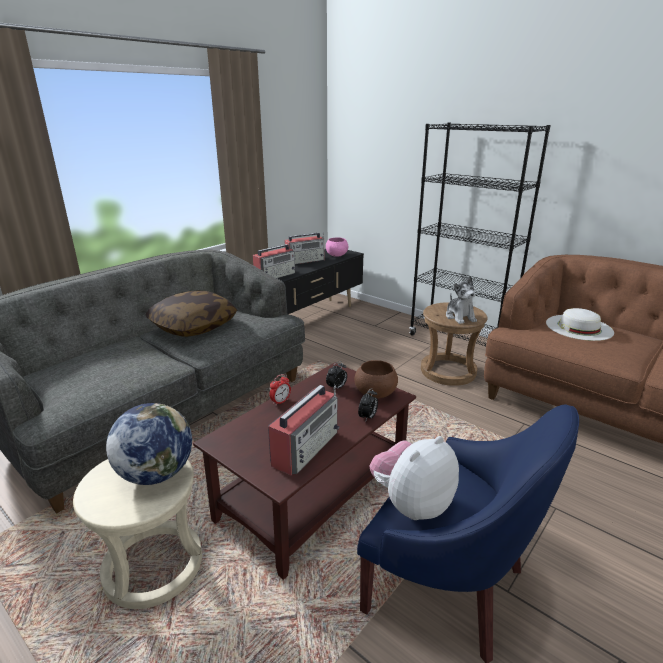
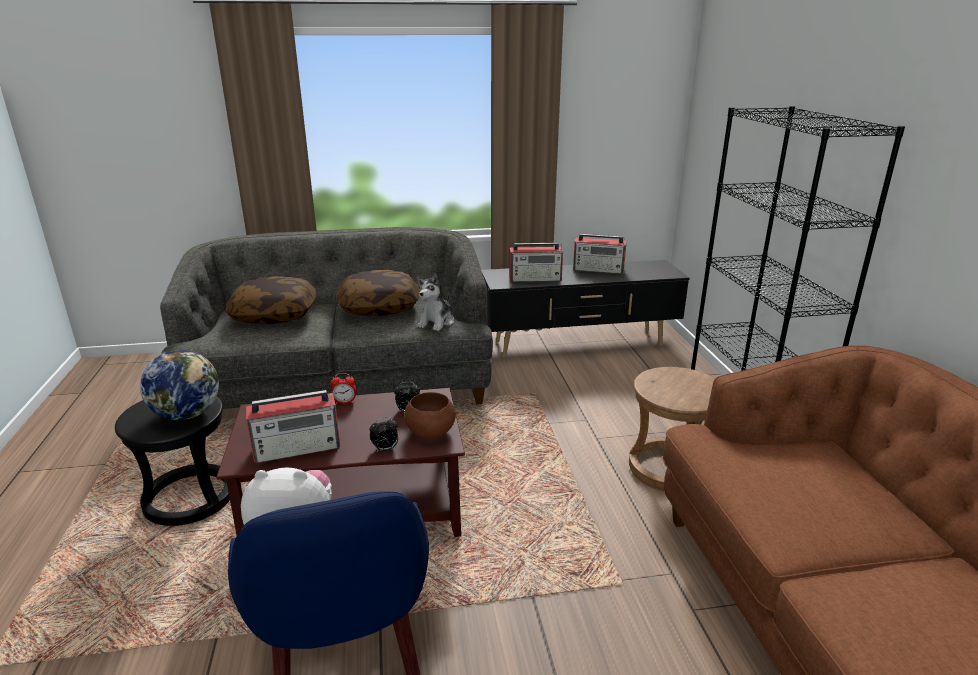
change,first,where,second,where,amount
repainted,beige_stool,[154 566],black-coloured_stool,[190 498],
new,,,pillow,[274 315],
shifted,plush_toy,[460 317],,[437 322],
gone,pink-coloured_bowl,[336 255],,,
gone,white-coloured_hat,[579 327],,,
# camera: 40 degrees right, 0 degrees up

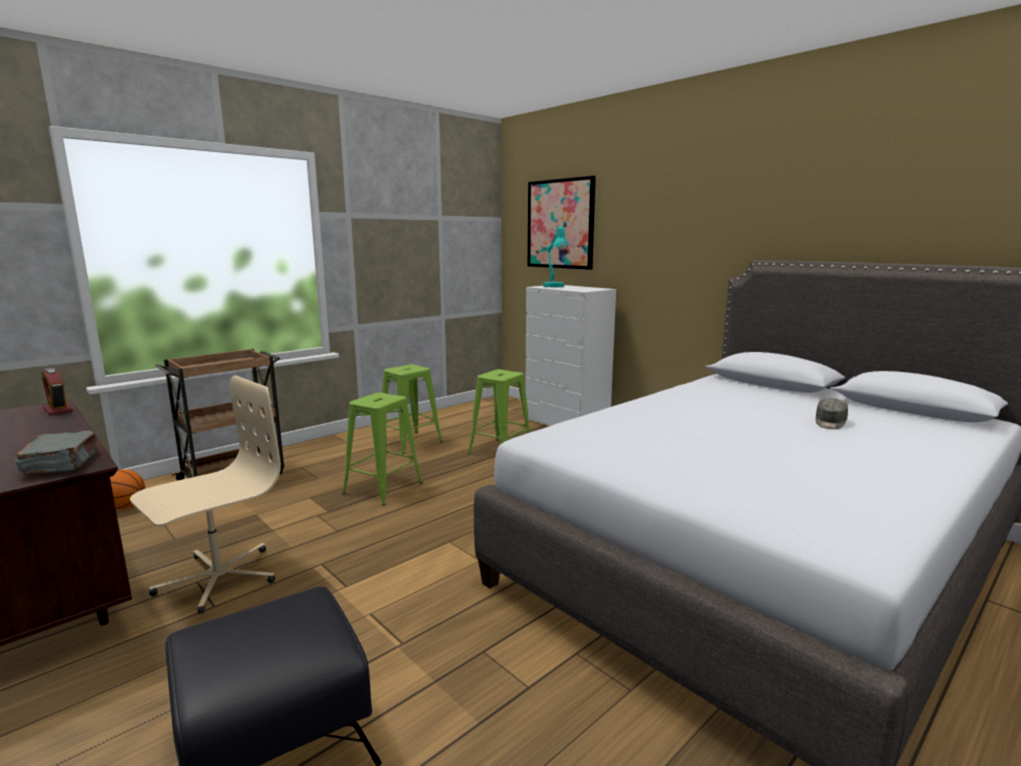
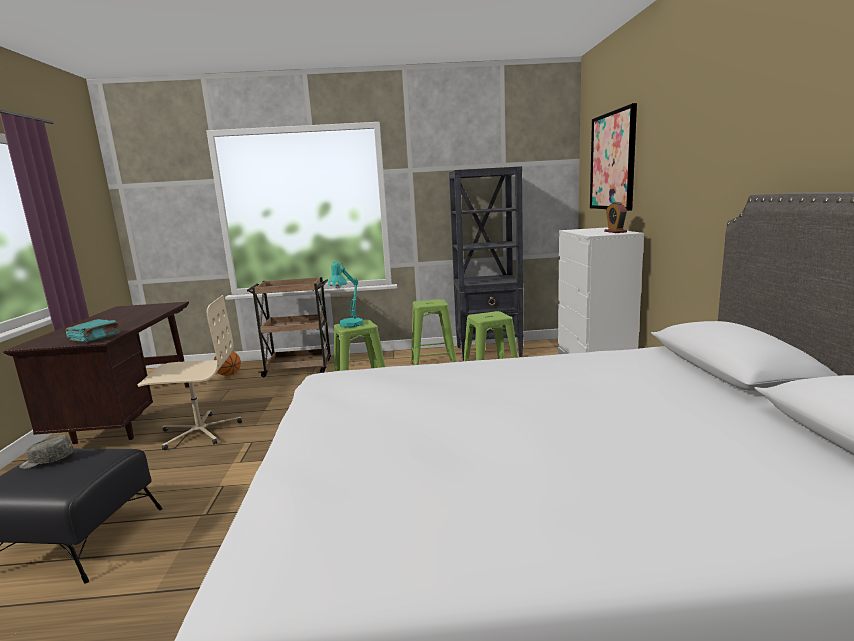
change,first,where,second,where,amount
shifted,grey_baseball_cap,[830 423],,[47 461],
repainted,grey_book,[63 464],turquoise_book,[96 338],
shifted,turquoise_table_lamp,[555 286],,[348 325],
new,,,black-coloured_bookshelf,[489 352],
shifted,table_clock,[58 410],,[615 232],
# camera: 40 degrees right, 0 degrees up

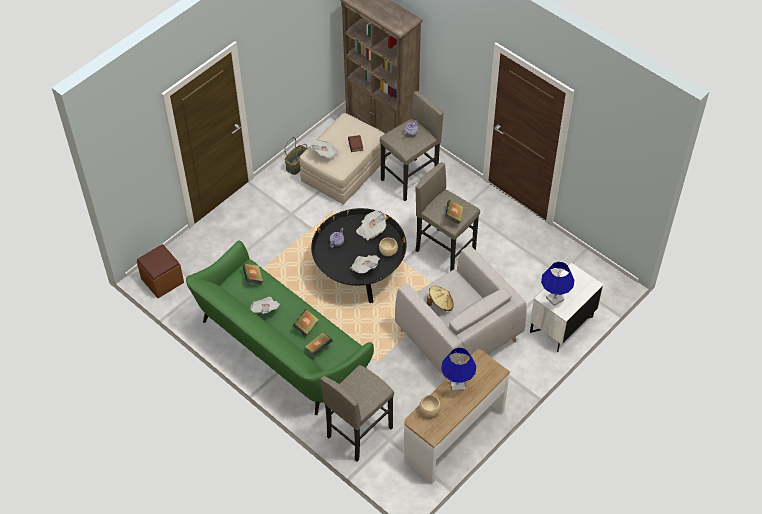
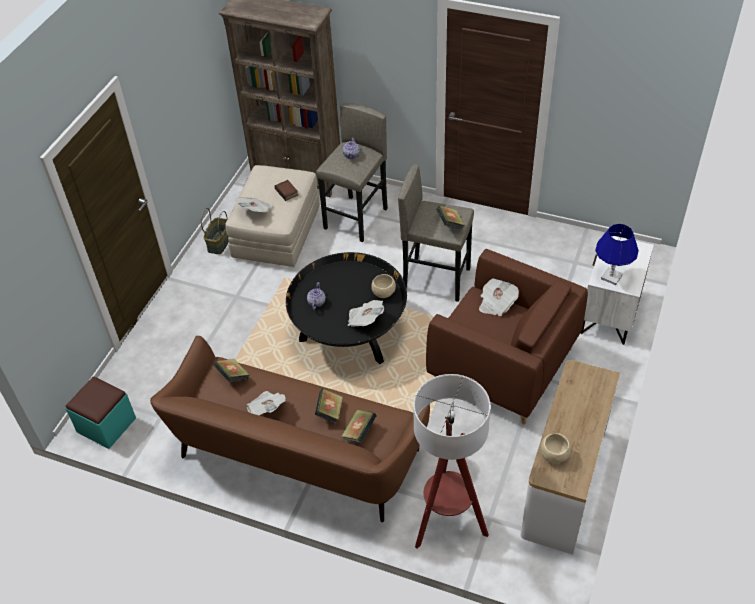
change,first,where,second,where,amount
repainted,brown_ottoman,[162 280],turquoise_ottoman,[106 425],
repainted,green-coloured_couch,[280 348],brown_couch,[296 454],
swapped,grey_stool,[359 432],standing_lamp,[447 523],
repainted,grey_easy_chair,[458 336],brown_easy_chair,[503 365],
shifted,newspaper,[371 230],,[496 303],
gone,beige_hat,[440 303],,,
gone,blue-coloured_table_lamp,[457 384],,,
# camera: 20 degrees left, 5 degrees down

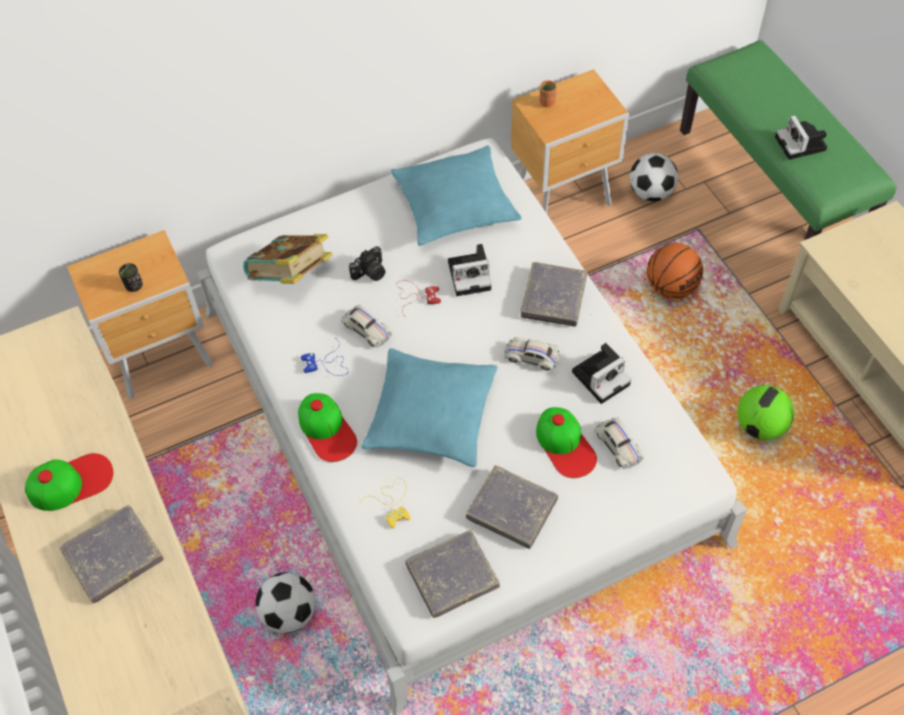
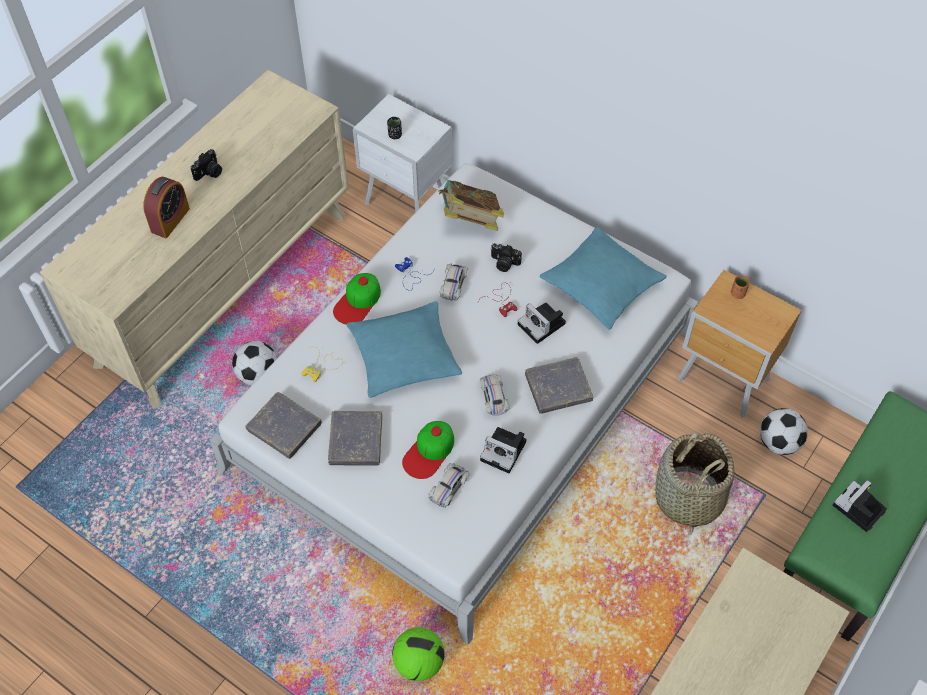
change,first,where,second,where,amount
swapped,grey_book,[113 556],table_clock,[170 220],
swapped,baseball_cap,[71 482],still_camera,[209 173],
repainted,brown_night_table,[164 360],white-coloured_night_table,[407 206],
shifted,football_ball,[760 425],,[419 662],
swapped,basketball,[671 287],basket,[688 498],
# camera: 60 degrees right, 0 degrees up

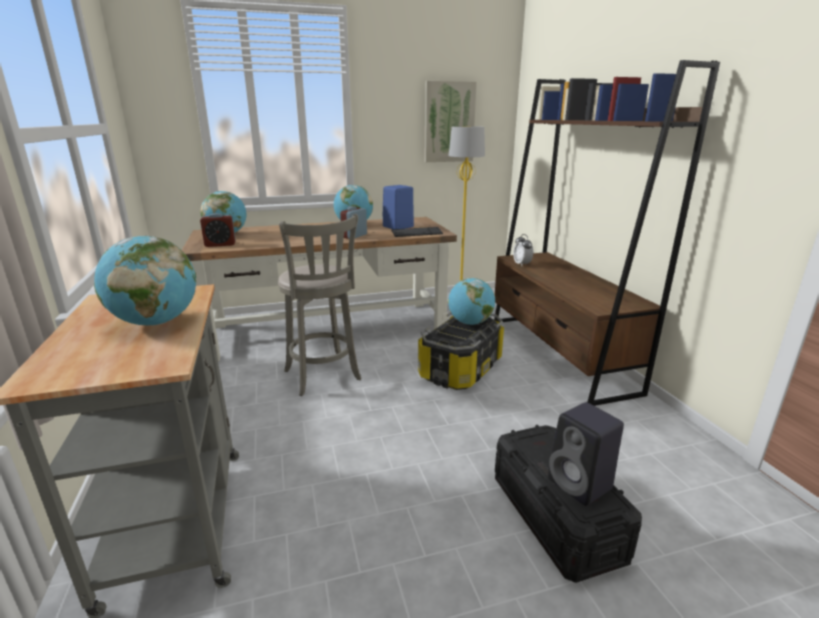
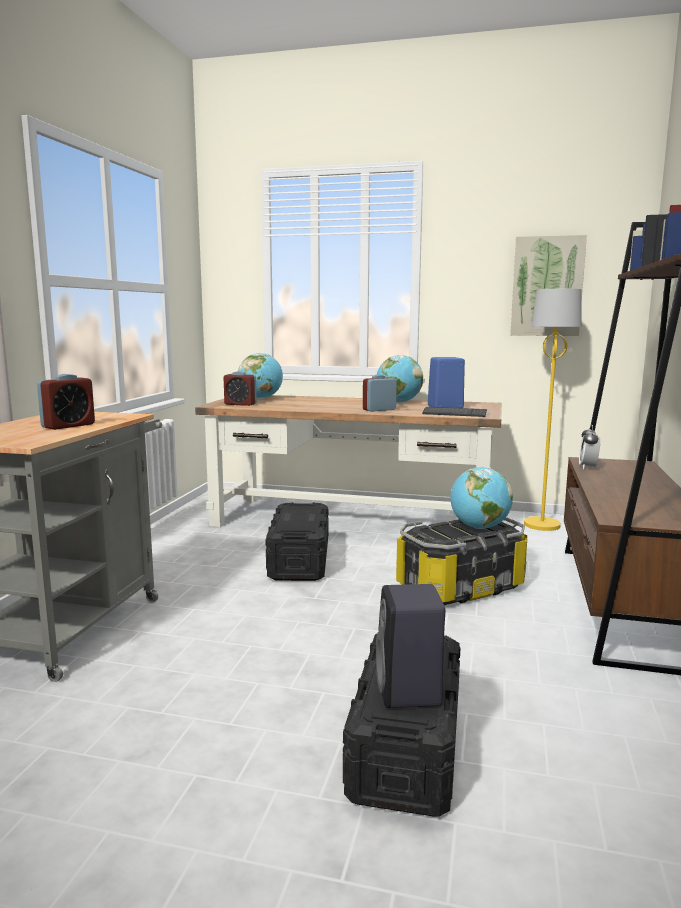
change,first,where,second,where,amount
swapped,desk_globe,[156 322],table_clock,[68 426],
swapped,grey_stool,[323 377],black-coloured_storage_container,[299 560],
# camera: 30 degrees right, 10 degrees down

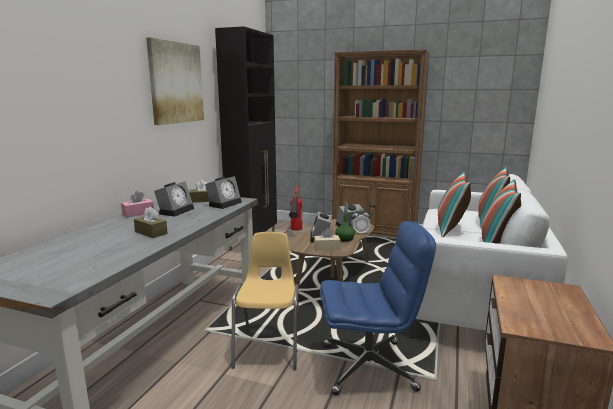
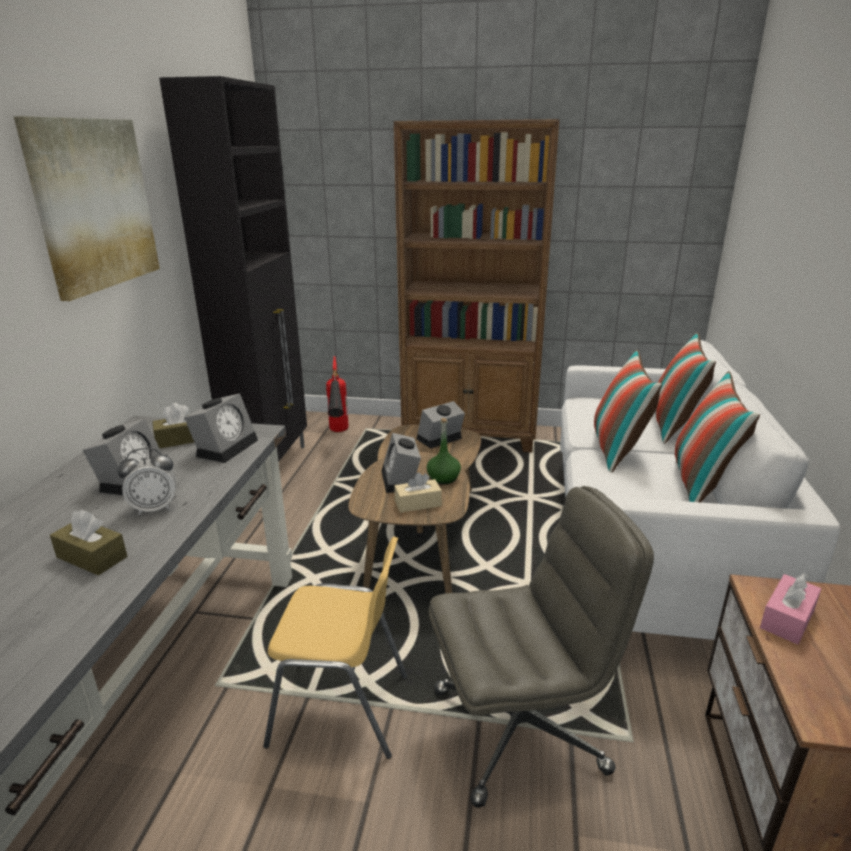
change,first,where,second,where,amount
shifted,table_clock,[360 233],,[154 508],
rotated,yellow_chair,[269 347],,[341 709],105 degrees clockwise
repainted,blue-coloured_office_chair,[369 366],grey_office_chair,[520 728],
shifted,pink-coloured_box_of_tissues,[138 213],,[787 619],
# camera: 10 degrees left, 10 degrees up

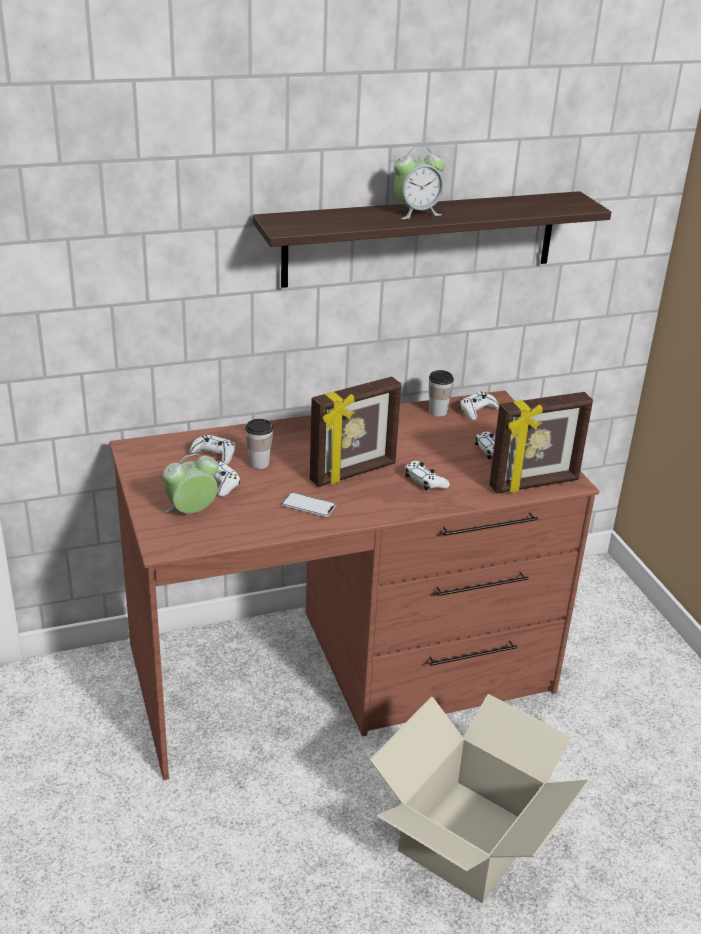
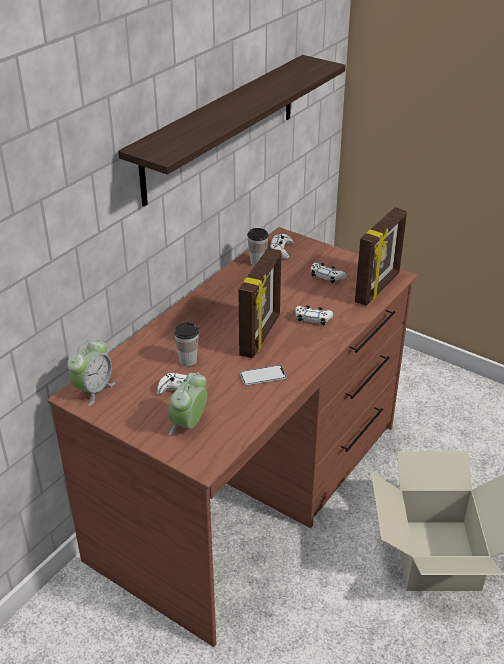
change,first,where,second,where,amount
shifted,table_clock,[416 213],,[93 390],
gone,white-coloured_gamepad,[214 454],,,
# camera: 35 degrees left, 5 degrees up

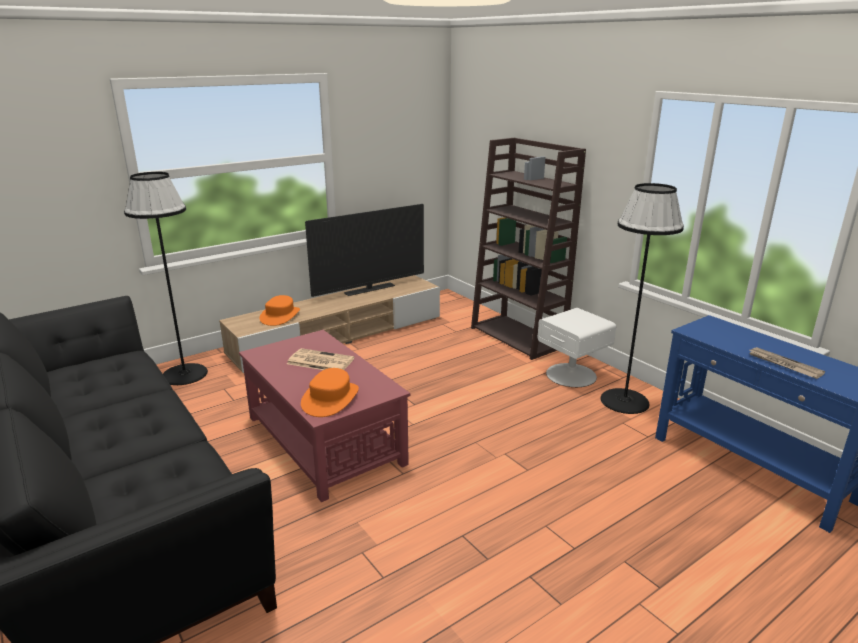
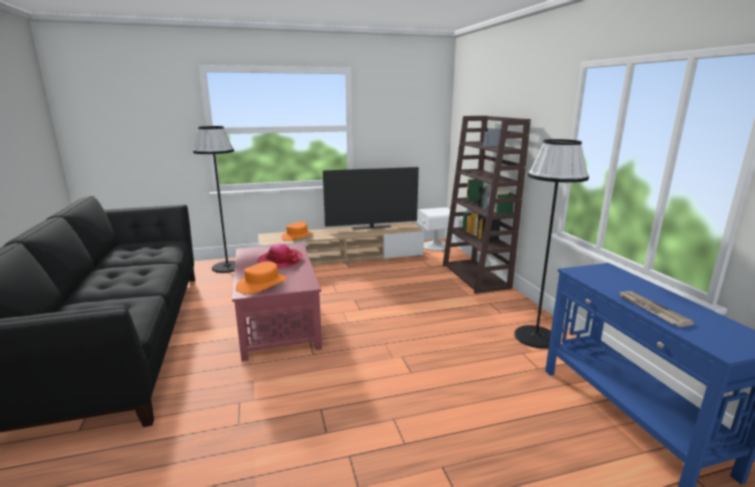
change,first,where,second,where,amount
swapped,newspaper,[319 361],hat,[280 261],
shifted,white-coloured_night_table,[571 374],,[436 245],
# camera: 20 degrees right, 5 degrees down

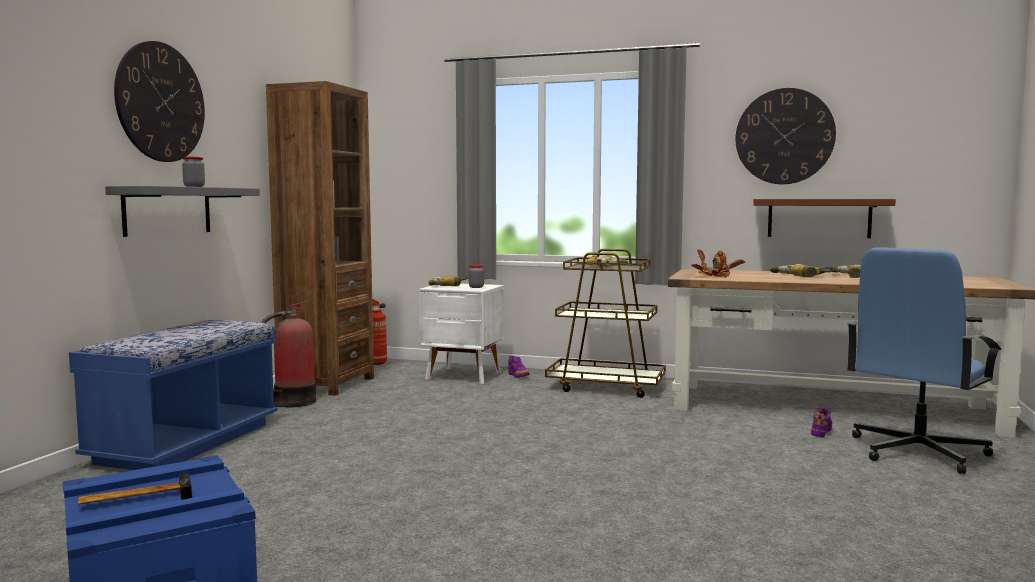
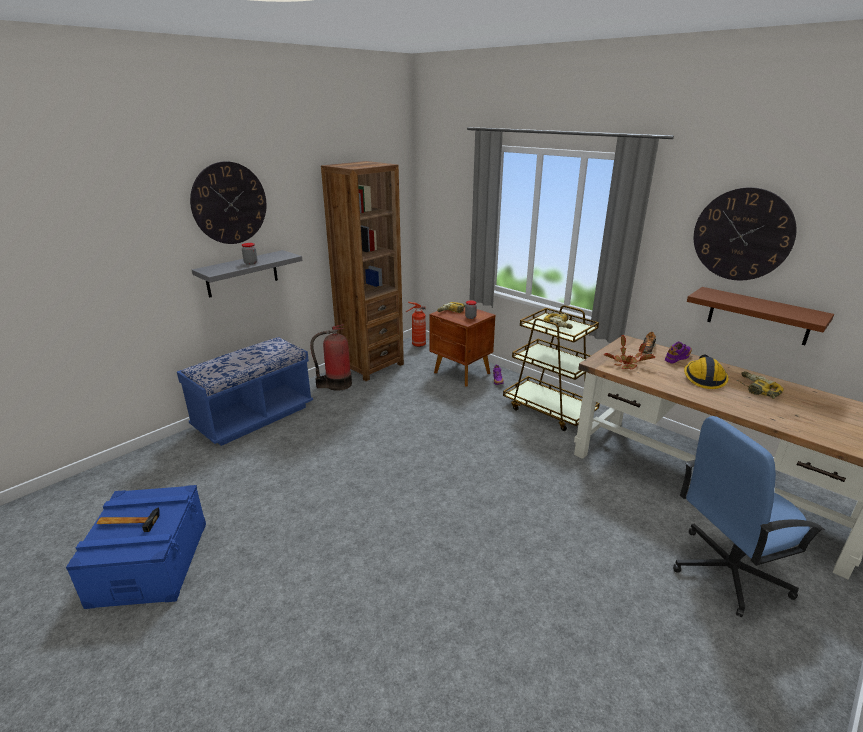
change,first,where,second,where,amount
repainted,white-coloured_night_table,[464 376],brown_night_table,[461 373],
shifted,purplish_item_of_footwear,[822 431],,[678 358],
swapped,drill,[799 276],safety_helmet,[703 378],
# camera: 25 degrees right, 20 degrees up

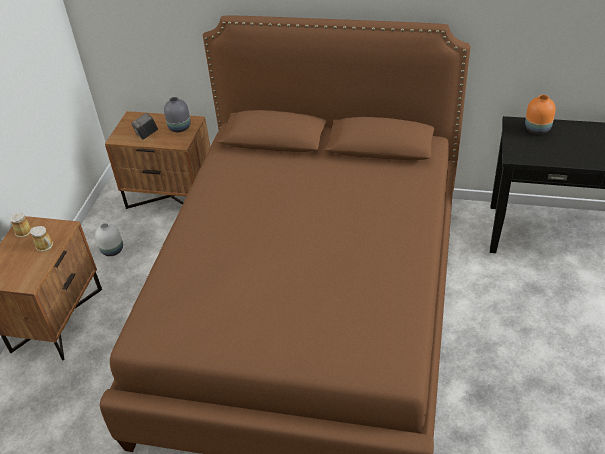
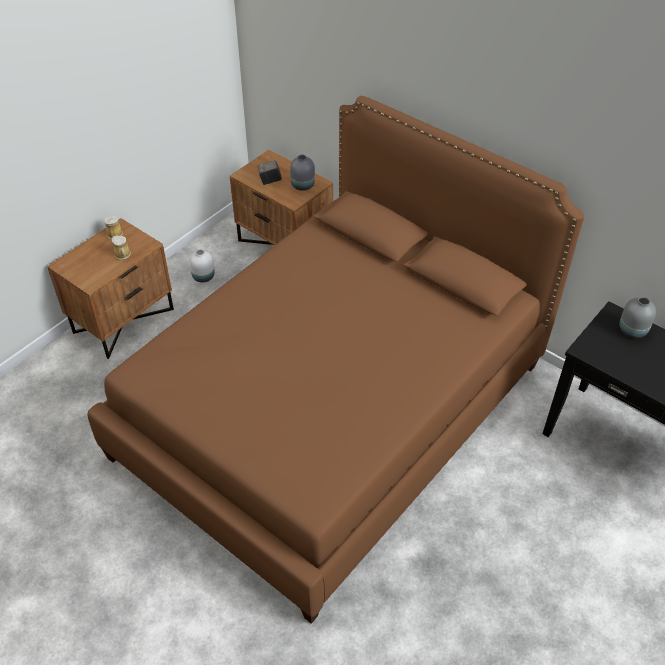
change,first,where,second,where,amount
repainted,orange_flower_vase,[537 129],grey_flower_vase,[633 330],
# camera: 25 degrees right, 5 degrees up

